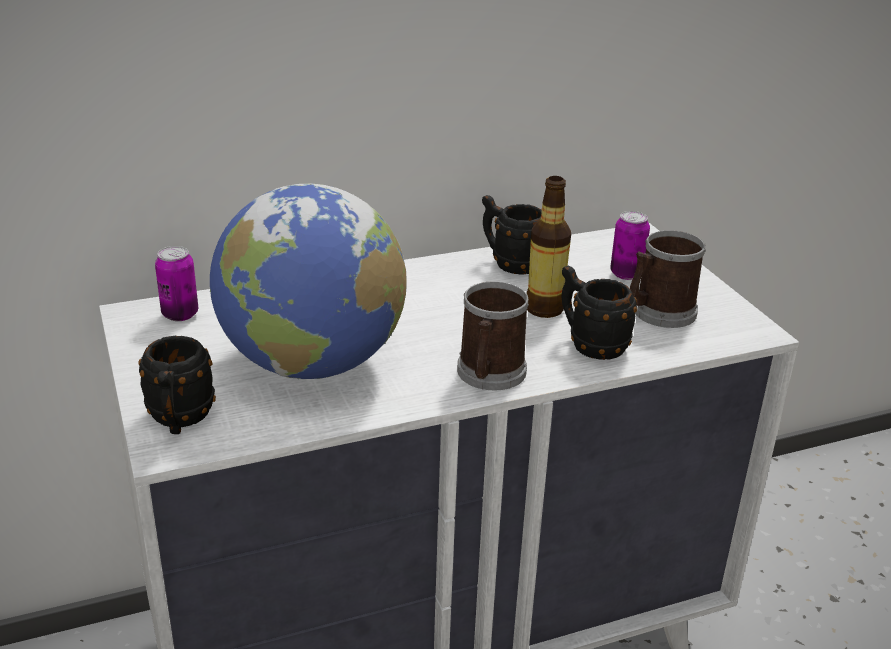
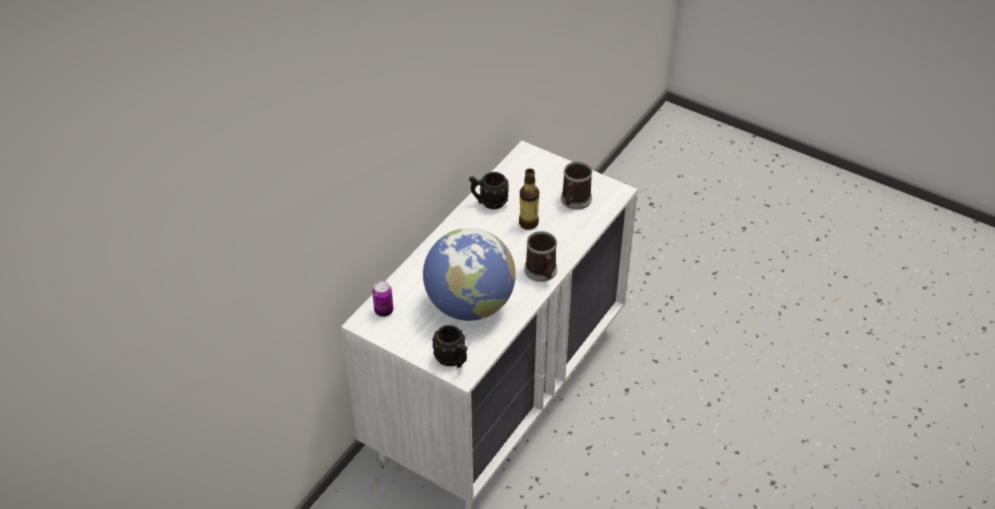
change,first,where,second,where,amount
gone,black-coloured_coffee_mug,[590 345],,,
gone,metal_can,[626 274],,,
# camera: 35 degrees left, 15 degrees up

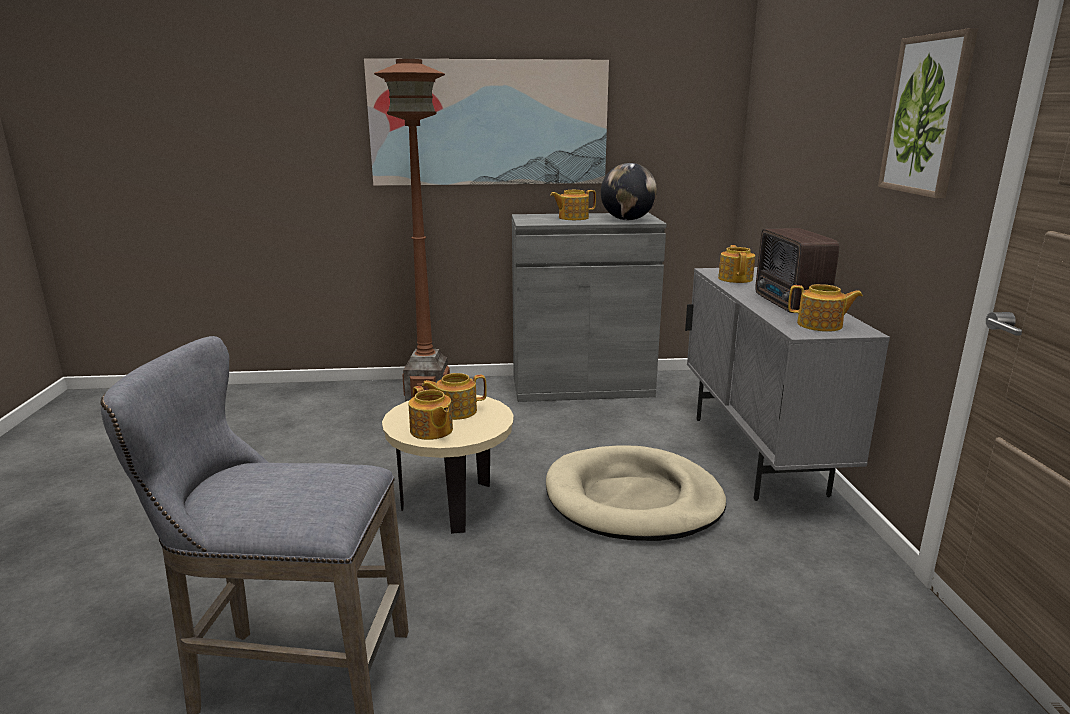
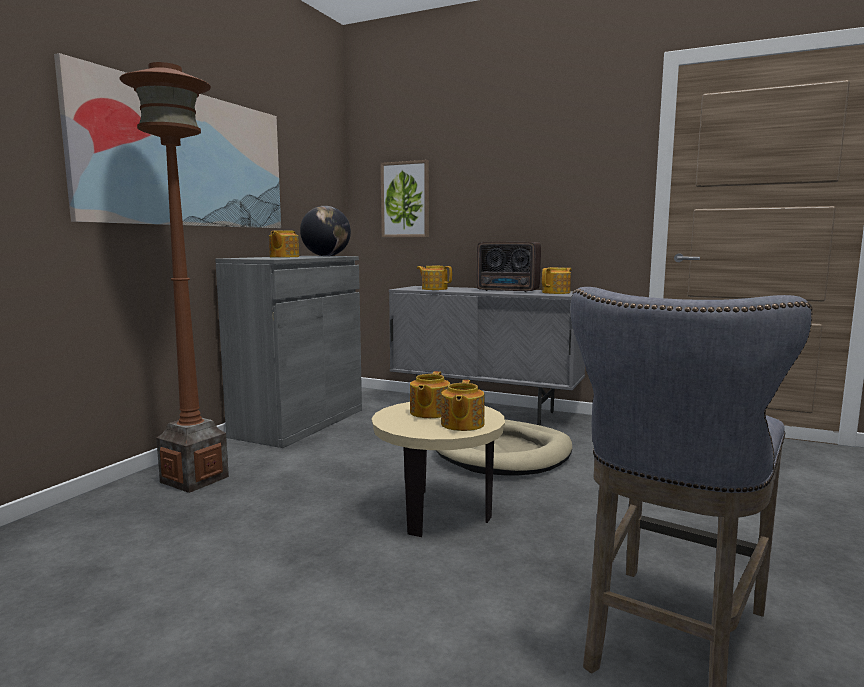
change,first,where,second,where,amount
shifted,wall_picture,[927 115],,[405 199],
rotated,pot_for_tea,[431 431],,[461 424],105 degrees clockwise
# camera: 60 degrees left, 10 degrees down

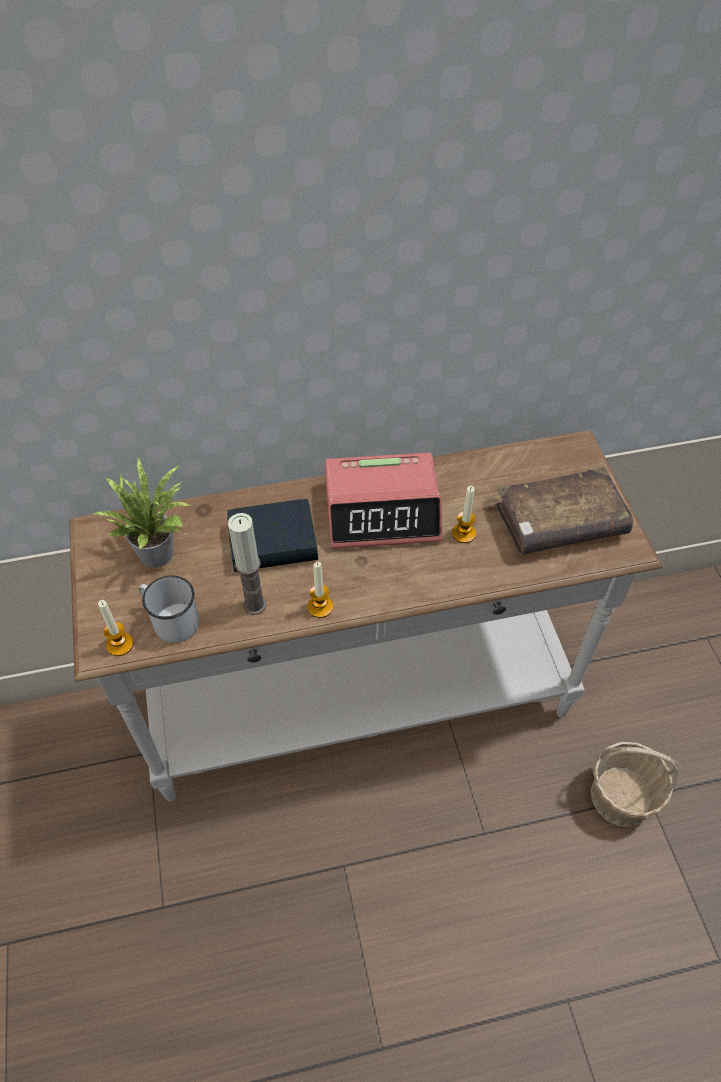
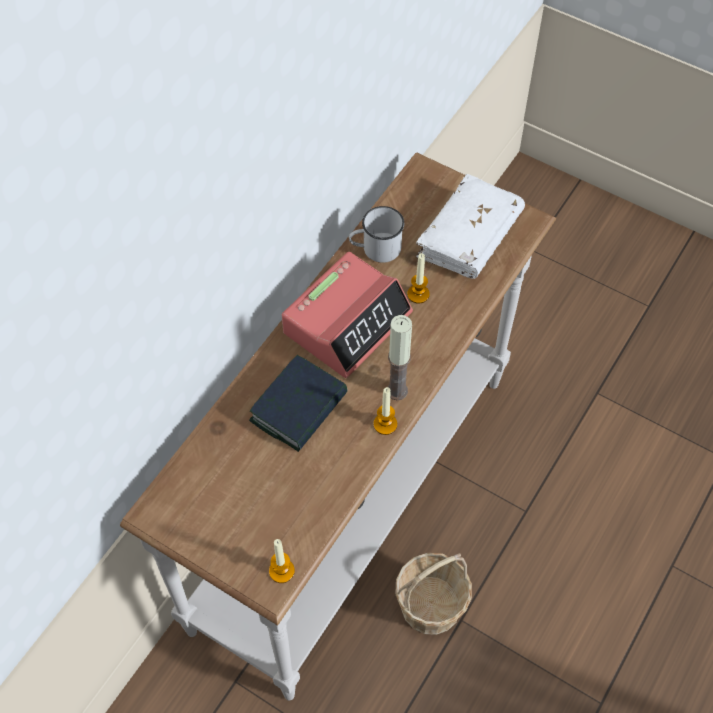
change,first,where,second,where,amount
shifted,white-coloured_coffee_mug,[170 619],,[375 249],
shifted,candle,[255 605],,[397 391],
shifted,basket,[621 797],,[431 605],
repainted,brown_book,[559 523],white-coloured_book,[469 237],
gone,potted_plant,[158 550],,,
# camera: 45 degrees left, 5 degrees up

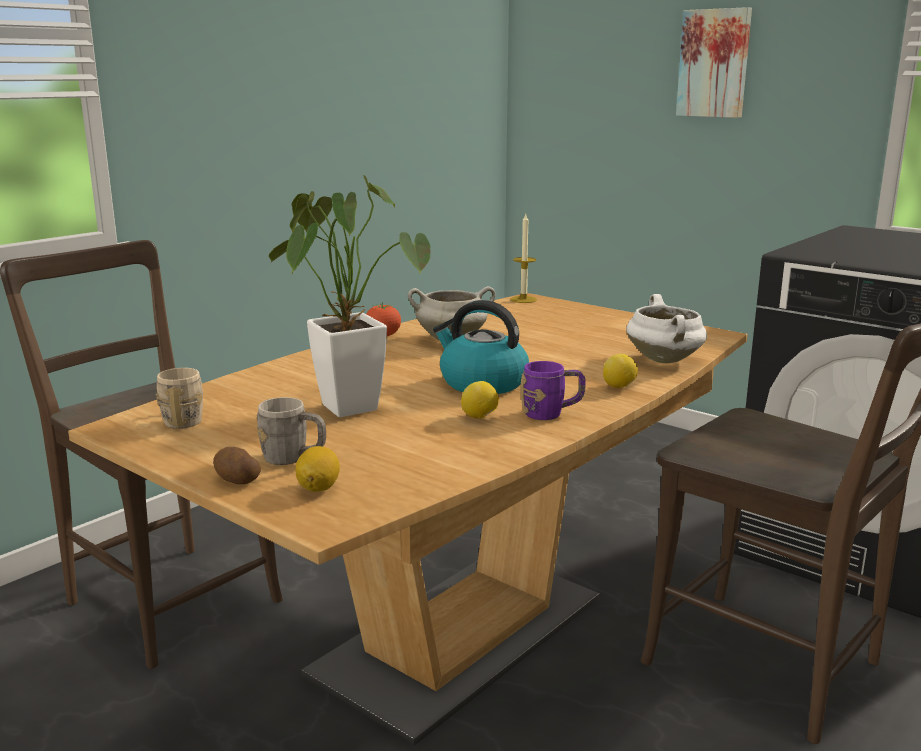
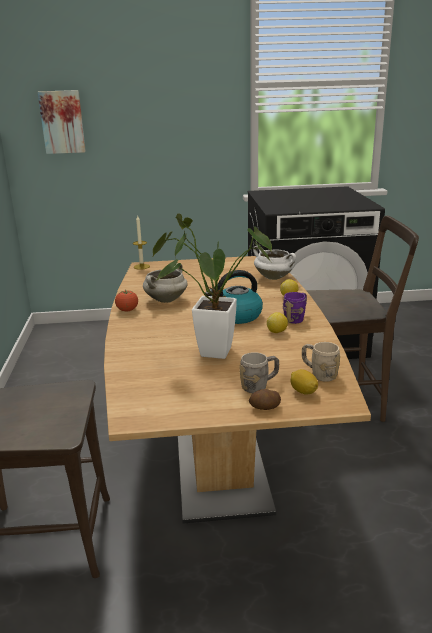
change,first,where,second,where,amount
shifted,wall_picture,[714 63],,[62 122],
shifted,beige_coffee_mug,[185 418],,[319 374],
# camera: 45 degrees left, 5 degrees up

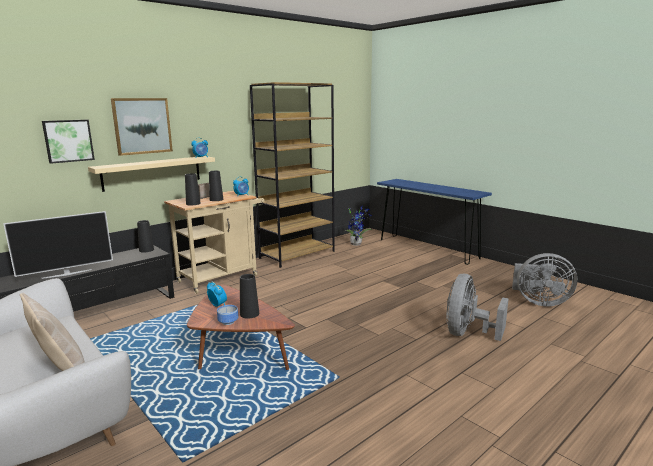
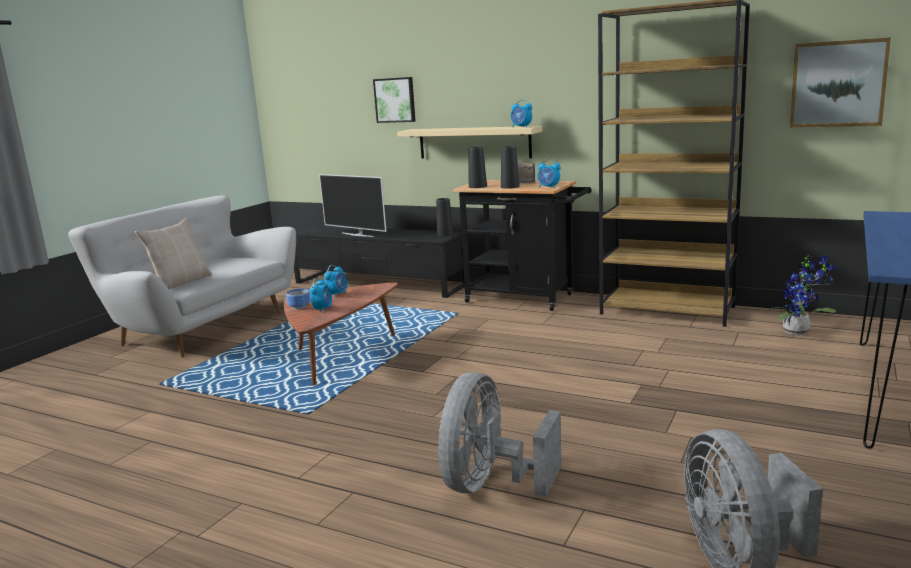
change,first,where,second,where,amount
swapped,black-coloured_flower_vase,[249 314],table_clock,[322 309],
rotated,grey_cooling_fan,[467 333],,[490 484],75 degrees counterclockwise
repainted,beige_cart,[222 277],black-coloured_cart,[526 298],
shifted,wall_picture,[142 126],,[838 84],
# camera: 70 degrees right, 0 degrees up

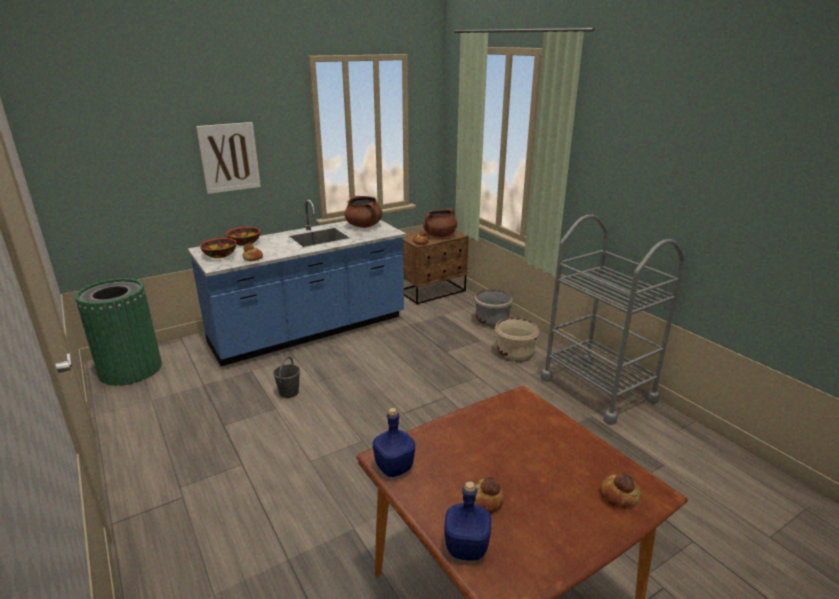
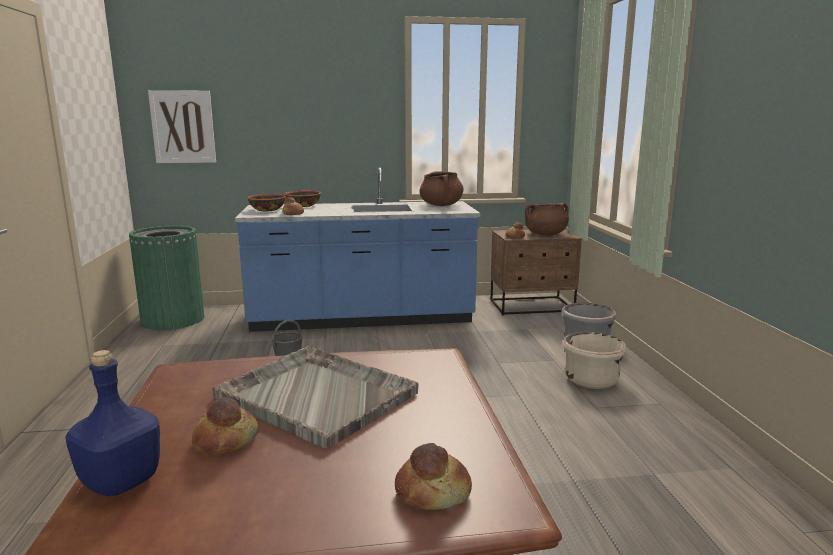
change,first,where,second,where,amount
shifted,wall_picture,[229 157],,[183 127],
new,,,grey_tray,[315 395],
gone,blue-coloured_beverage_bottle,[393 467],,,
gone,grey_cart,[597 389],,,
# camera: 25 degrees right, 10 degrees down

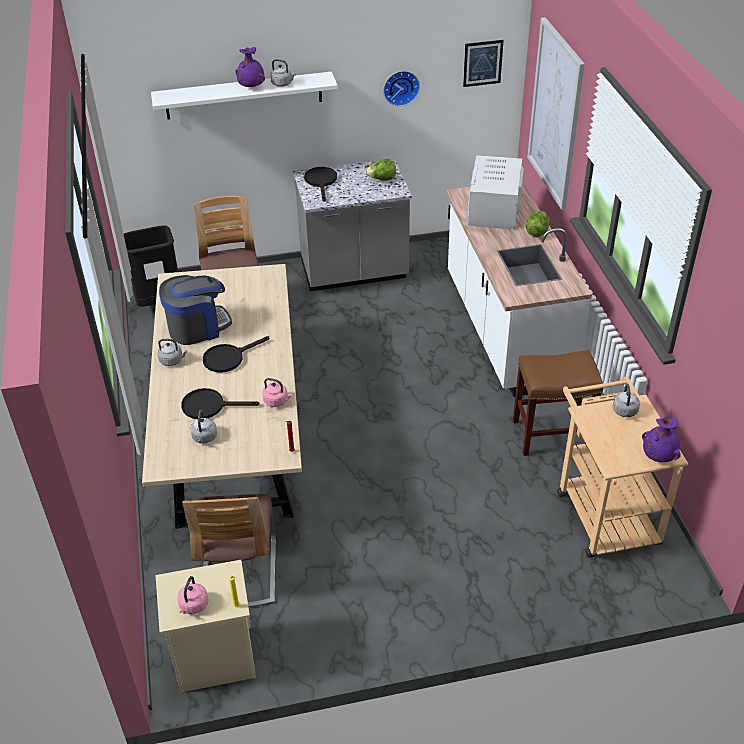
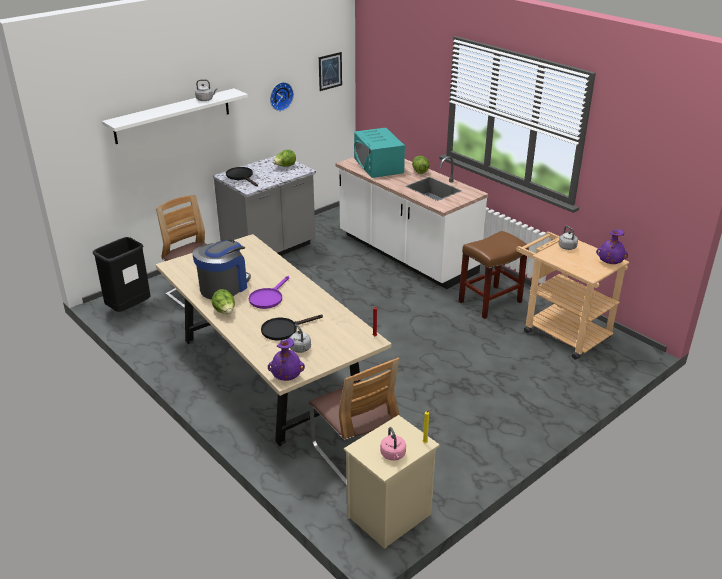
change,first,where,second,where,amount
swapped,grey_water_kettle,[172 361],lettuce_head,[225 312],
repainted,black-coloured_skillet,[228 358],purplish_skillet,[268 298],
shifted,purplish_flower_vase,[252 86],,[287 376],
repainted,white-coloured_microwave,[494 208],turquoise_microwave,[378 165],
gone,pink-coloured_water_kettle,[277 401],,,
gone,wall_picture,[555 114],,,
# camera: 30 degrees left, 10 degrees down

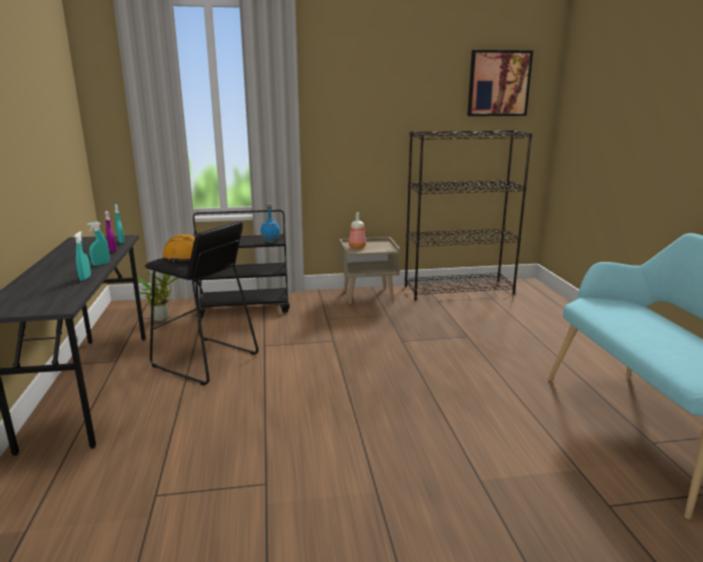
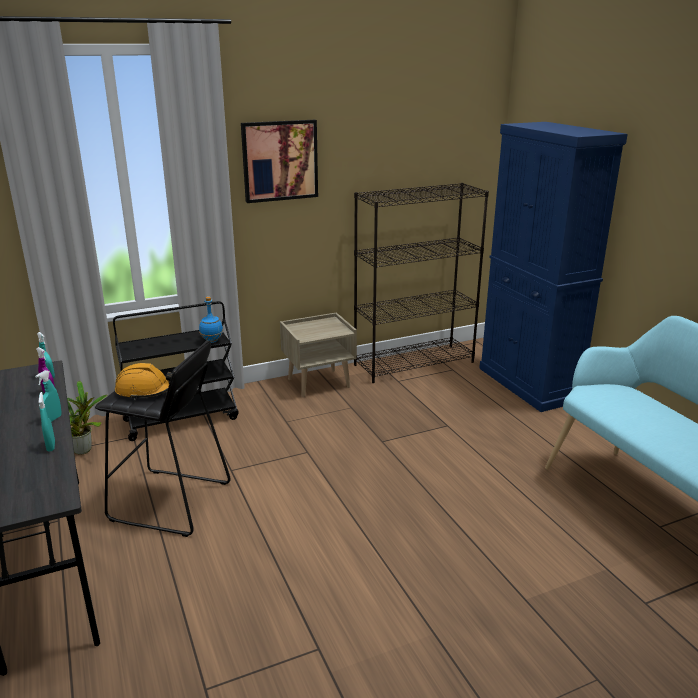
change,first,where,second,where,amount
shifted,wall_picture,[498 83],,[280 160],
new,,,blue-coloured_storage_cabinet,[528 384],
gone,beverage_bottle,[356 247],,,
# camera: 15 degrees left, 5 degrees up

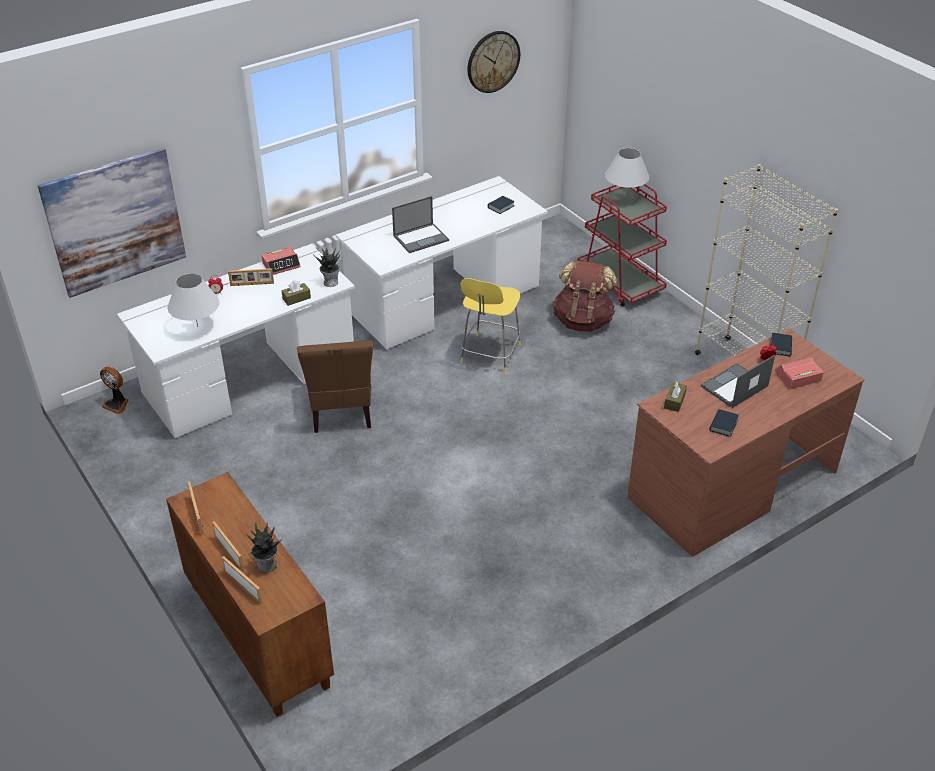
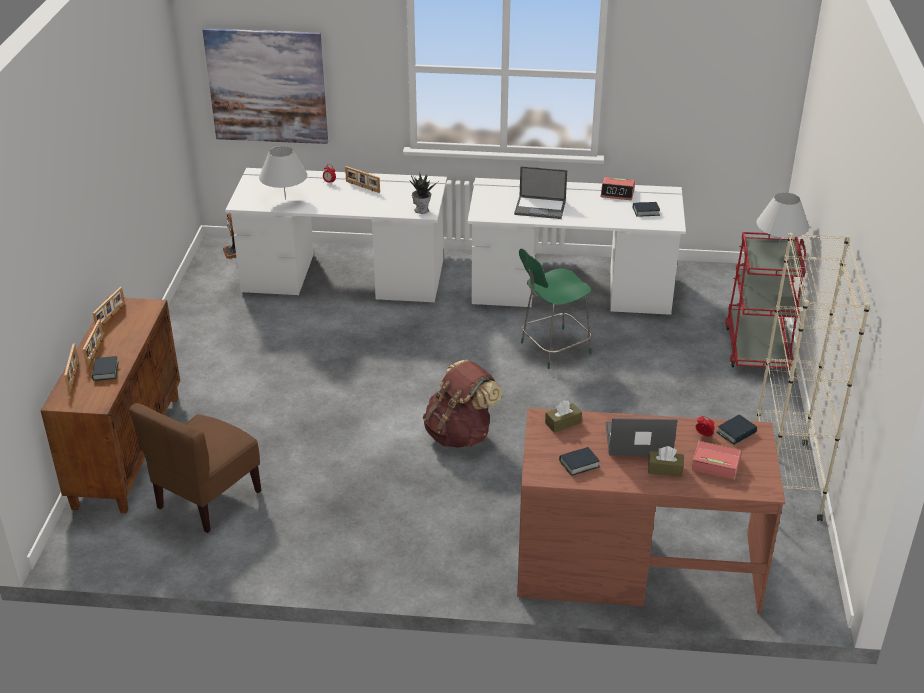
change,first,where,second,where,amount
swapped,potted_plant,[267 566],book,[105 371],
shifted,brown_chair,[341 410],,[207 499],
shifted,brown_rucksack,[583 321],,[460 434],
repainted,yellow_stool,[489 355],green-coloured_stool,[553 349],
shifted,table_clock,[281 265],,[617 193],
shifted,brown_box_of_tissues,[296 298],,[665 469],
gone,clock_on_the_wall,[493 61],,,
# camera: 40 degrees right, 5 degrees down

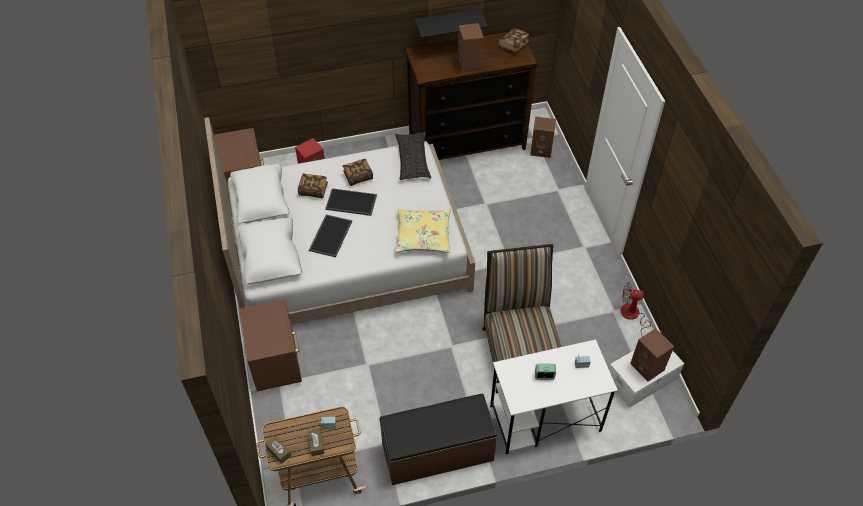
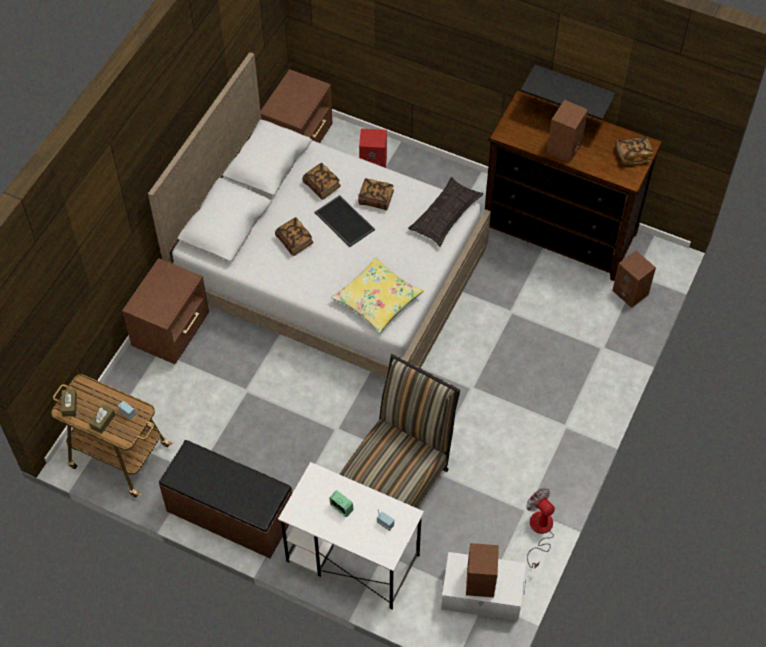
change,first,where,second,where,amount
swapped,tray,[330 235],book,[294 241],
# camera: 40 degrees right, 5 degrees up

